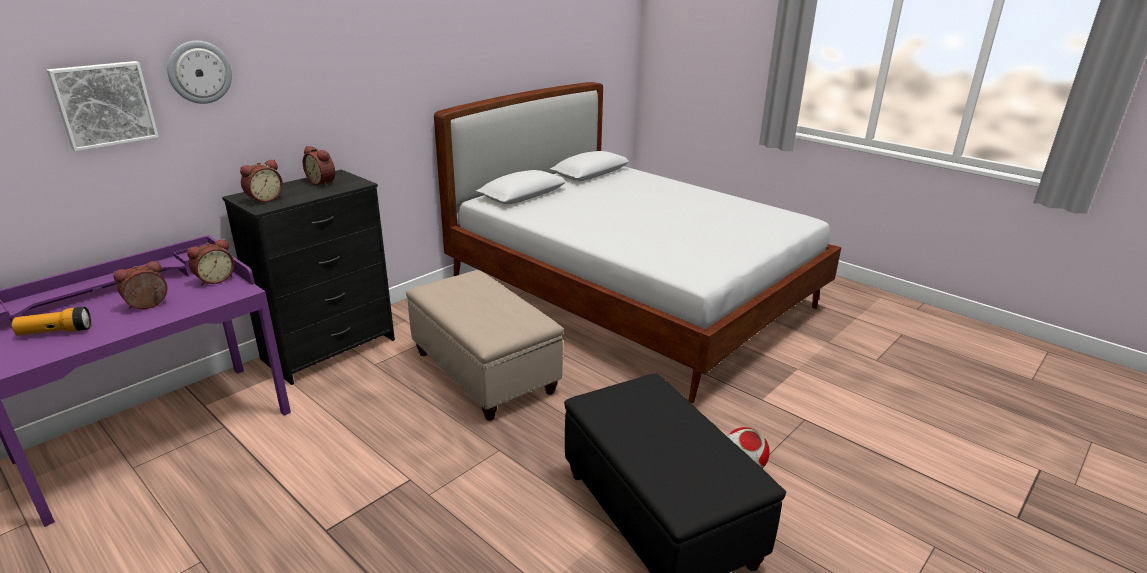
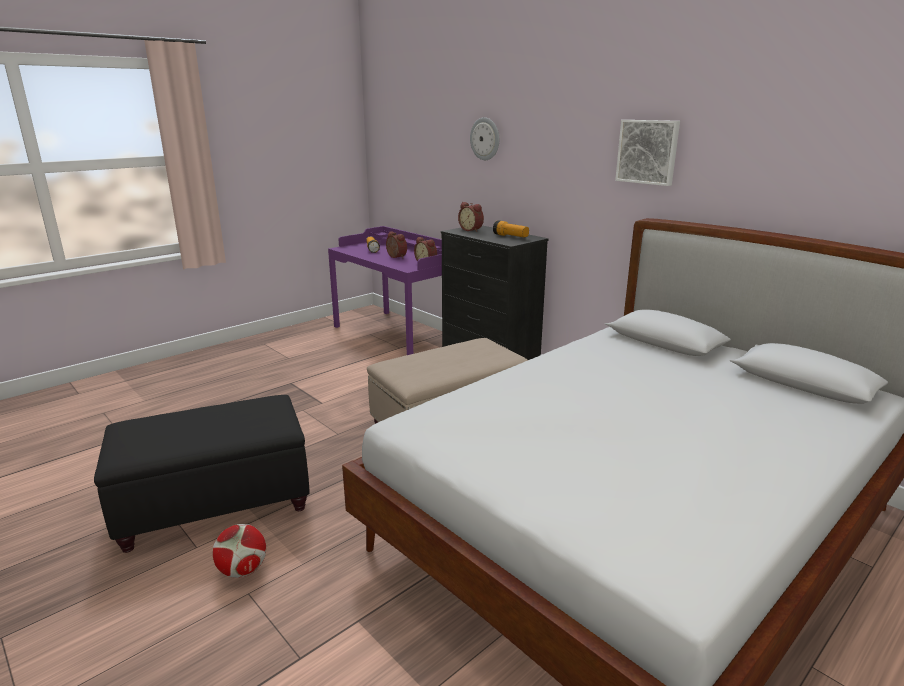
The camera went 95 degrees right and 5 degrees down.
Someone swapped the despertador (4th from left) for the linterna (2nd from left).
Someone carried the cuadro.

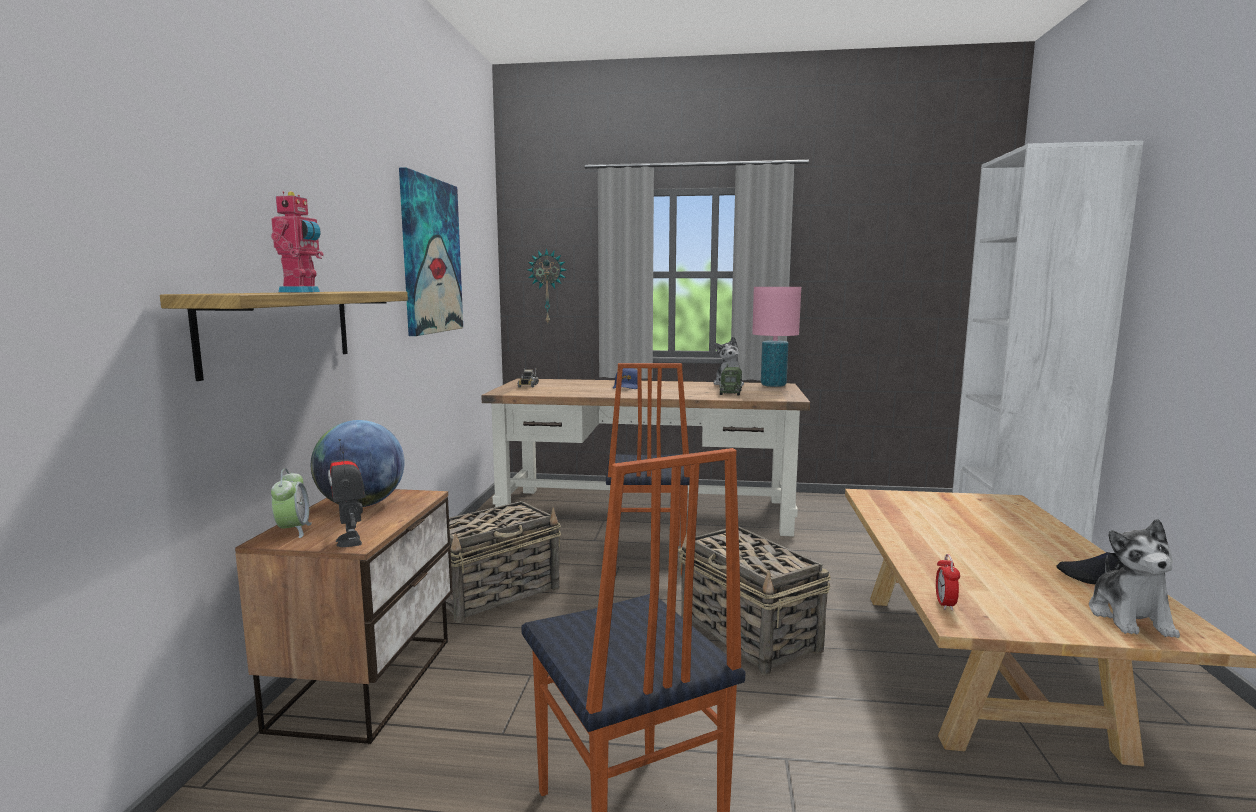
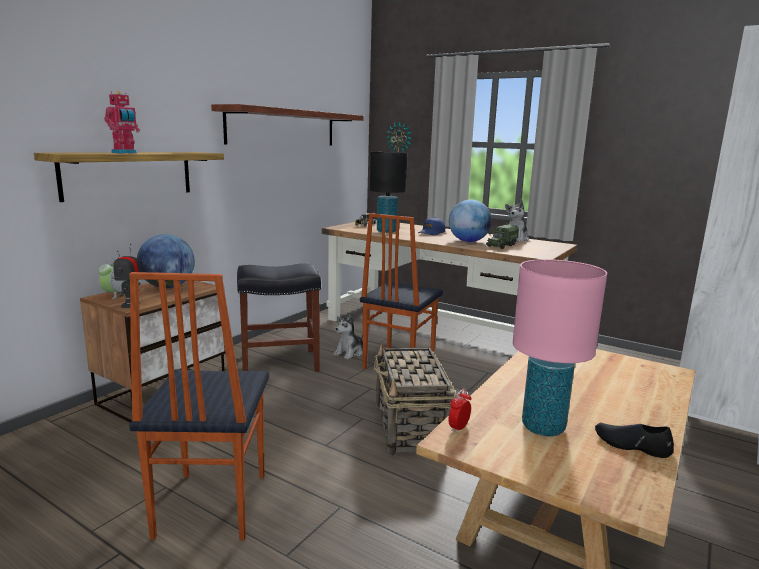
The camera went 25 degrees right and 5 degrees up.
Someone swapped the cuadro for the estante (2nd from left).
Someone swapped the cesta (1st from left) for the taburete [negro].
Someone carried the peluche (2nd from left in the first image).
Someone put down the lámpara de mesa [negro].
Someone put down the globo terráqueo (2nd from left).
Someone carried the lámpara de mesa [rosa].

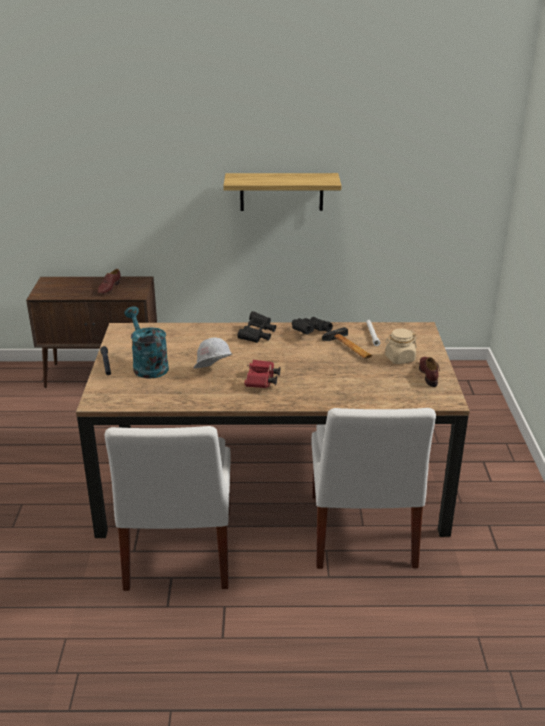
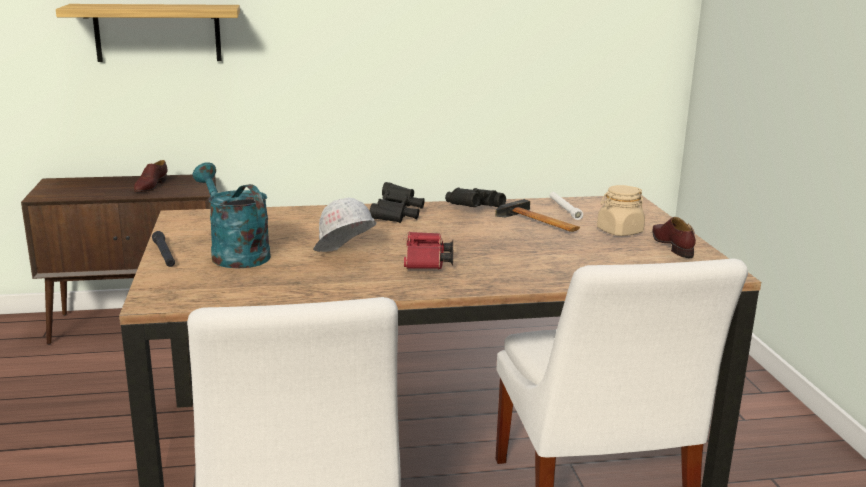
The camera went 10 degrees left and 10 degrees down.
Someone carried the estante.

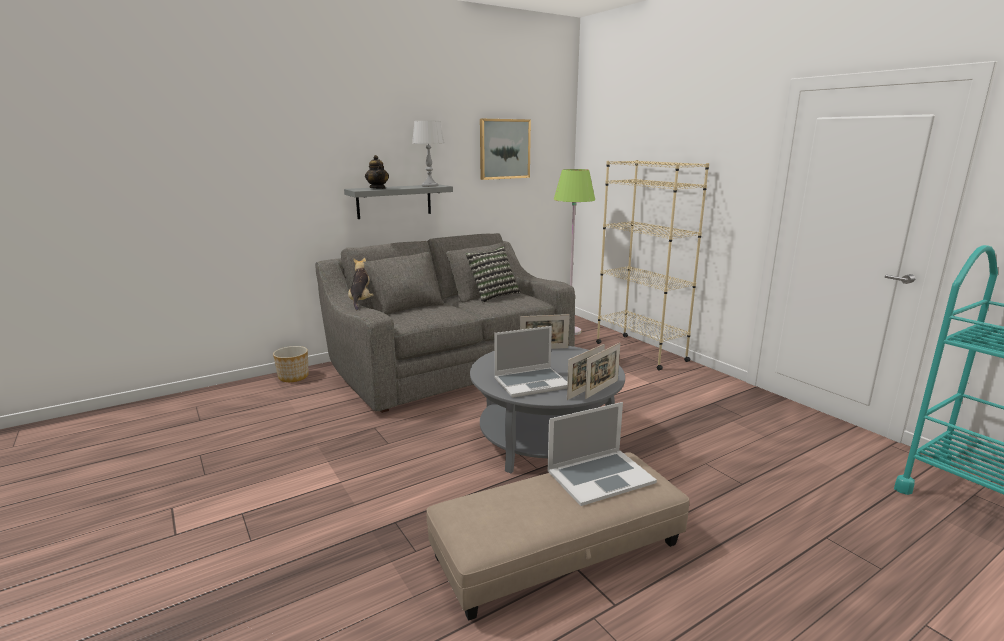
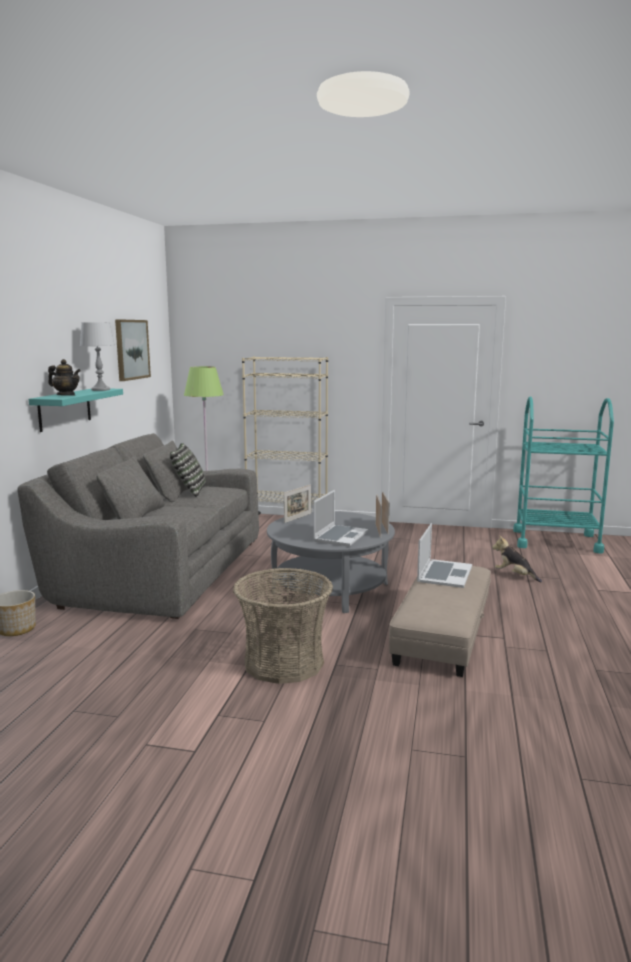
The camera went 45 degrees left and 5 degrees down.
Someone repainted the estante [gris], which became the estante [turquesa].
Someone put down the cesta.
Someone carried the peluche.

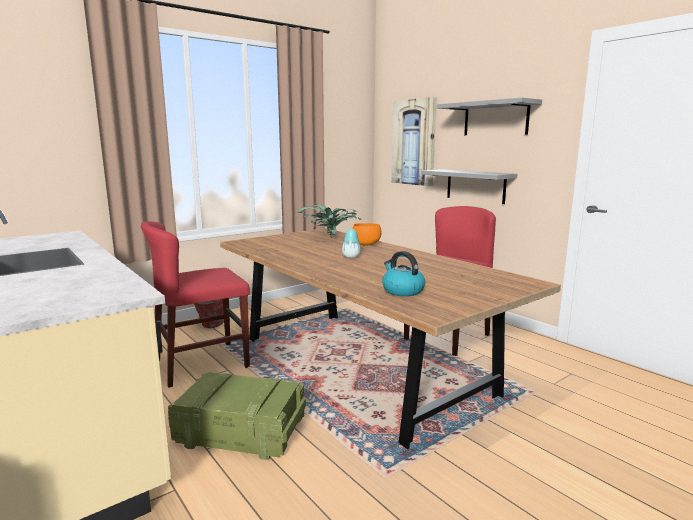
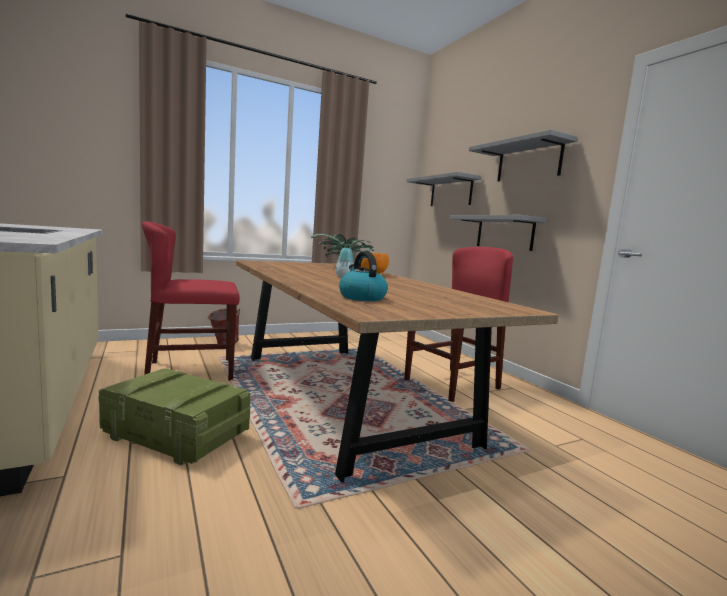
The camera went 10 degrees right and 5 degrees down.
Someone swapped the cuadro for the estante [gris] (1st from left).

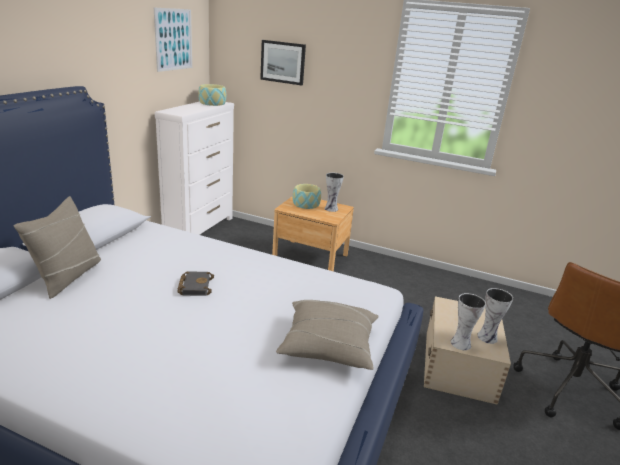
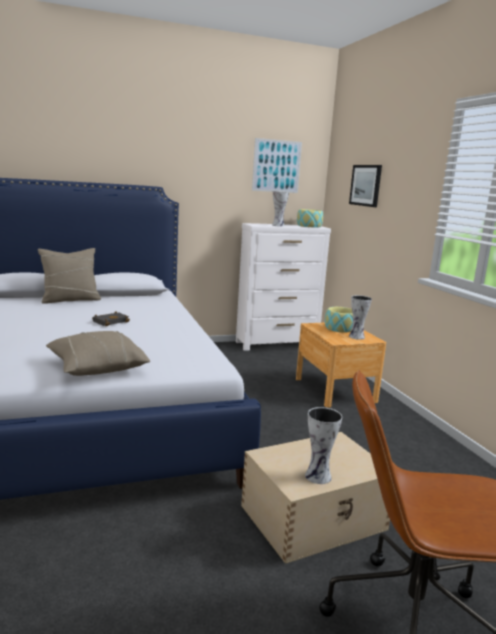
The camera went 50 degrees right and 10 degrees down.
Someone carried the florero (2nd from left in the first image).

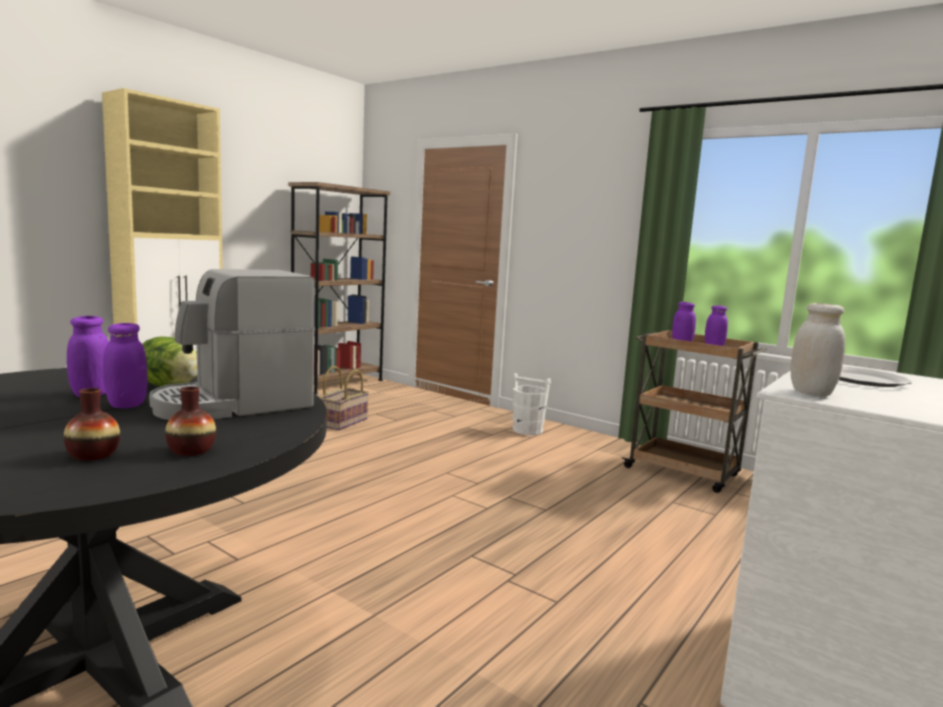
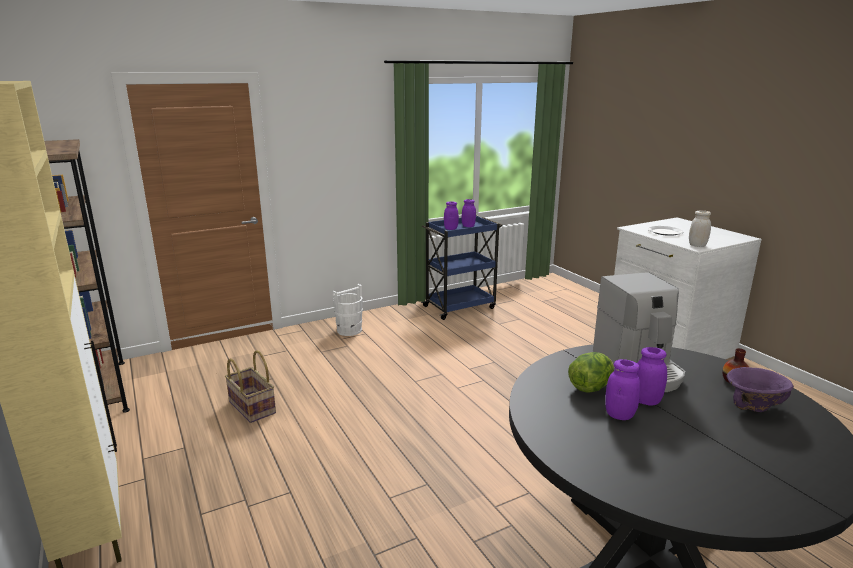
The camera went 65 degrees left and 10 degrees up.
Someone repainted the carrito [marrón], which became the carrito [azul].
Someone swapped the florero (1st from left) for the cuenco [morado].

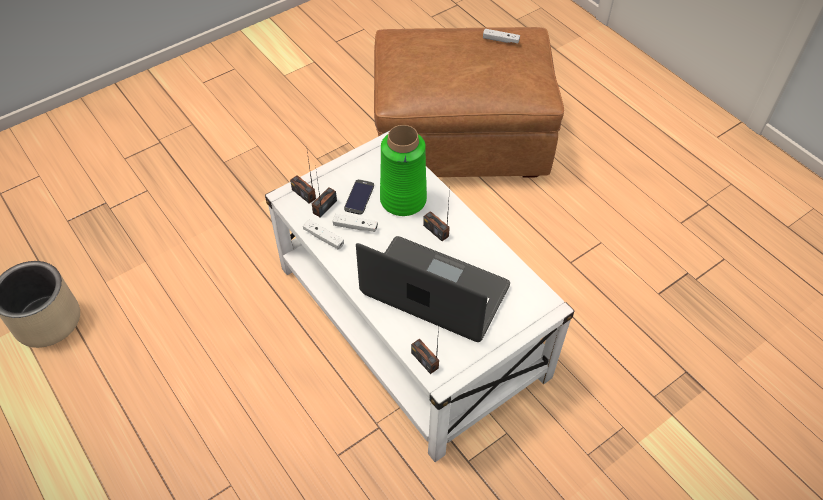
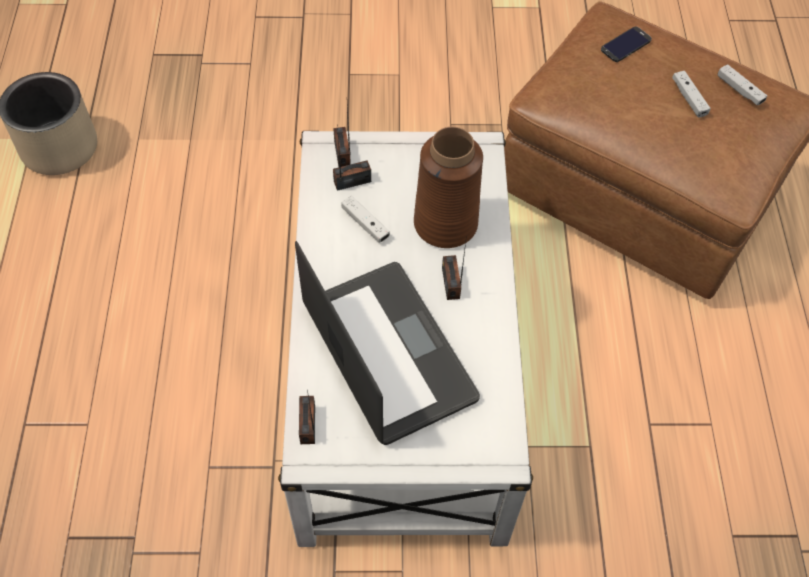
The camera went 35 degrees right and 5 degrees up.
Someone repainted the florero [verde], which became the florero [marrón].
Someone carried the móvil.
Someone carried the mando de consola [blanco] (1st from left in the first image).

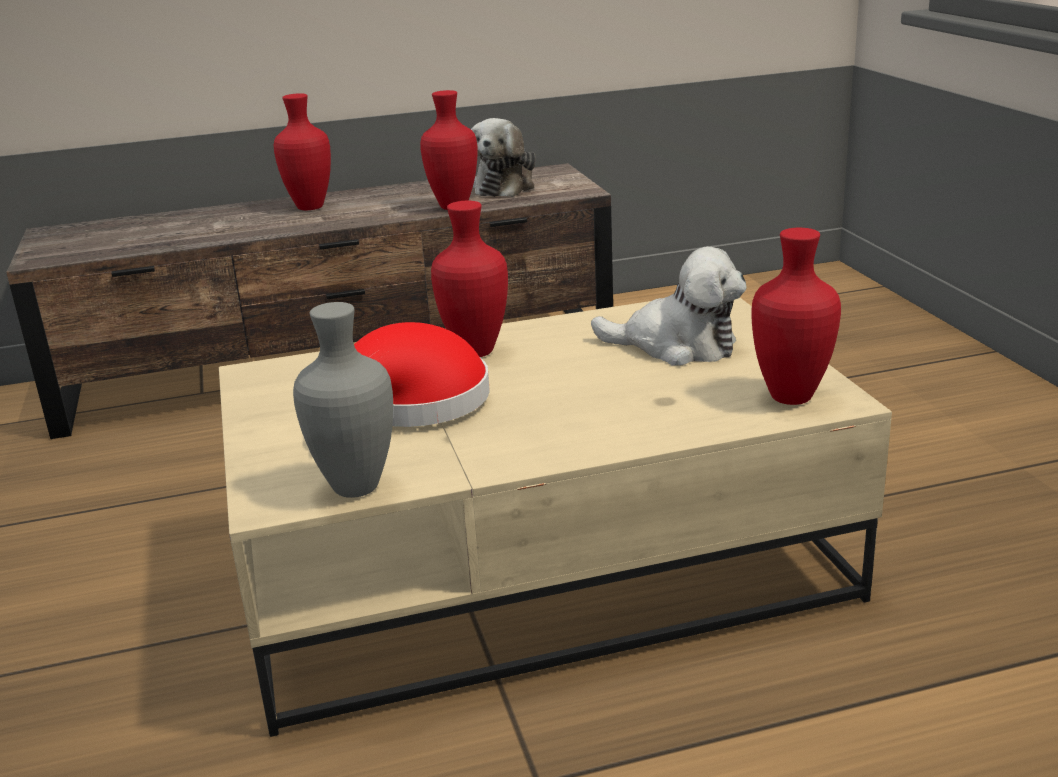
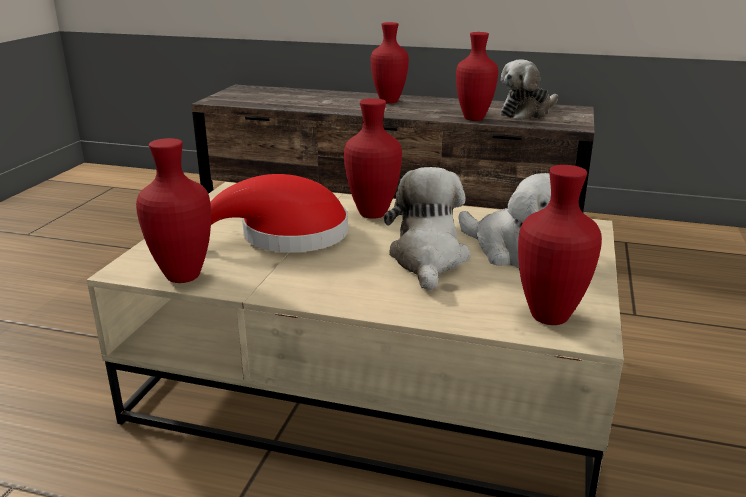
The camera went 30 degrees right and 0 degrees up.
Someone repainted the florero [gris], which became the florero [rojo] (1st from left).
Someone put down the peluche (1st from left).

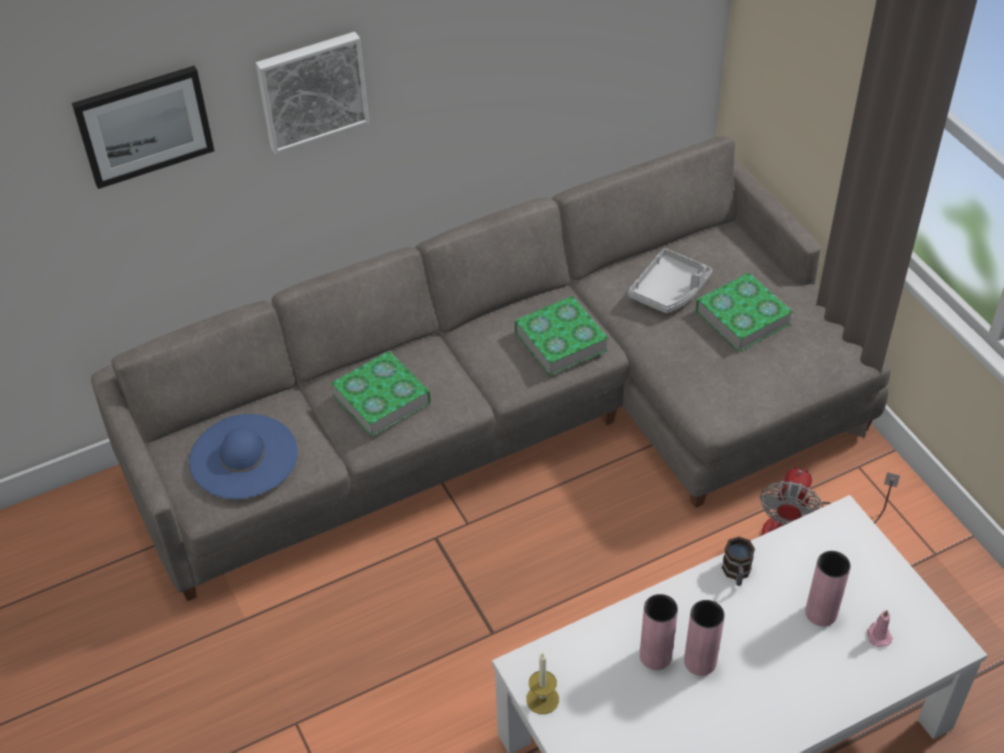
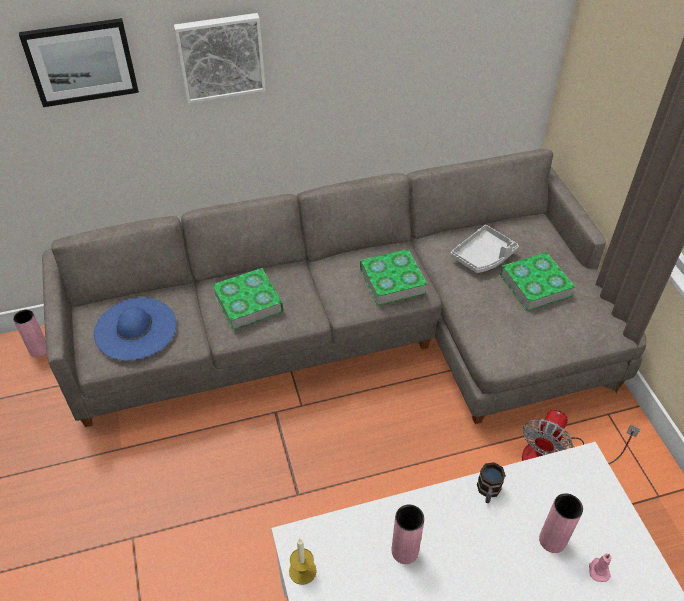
The camera went 10 degrees right and 0 degrees up.
Someone carried the florero [rosa] (2nd from left in the first image).

